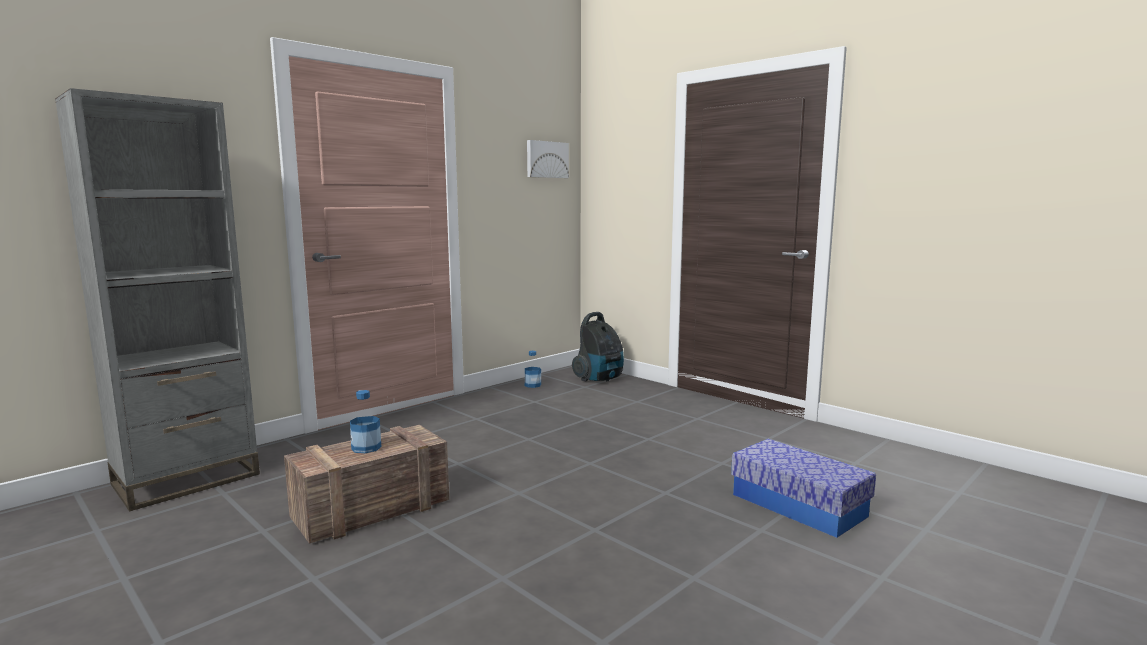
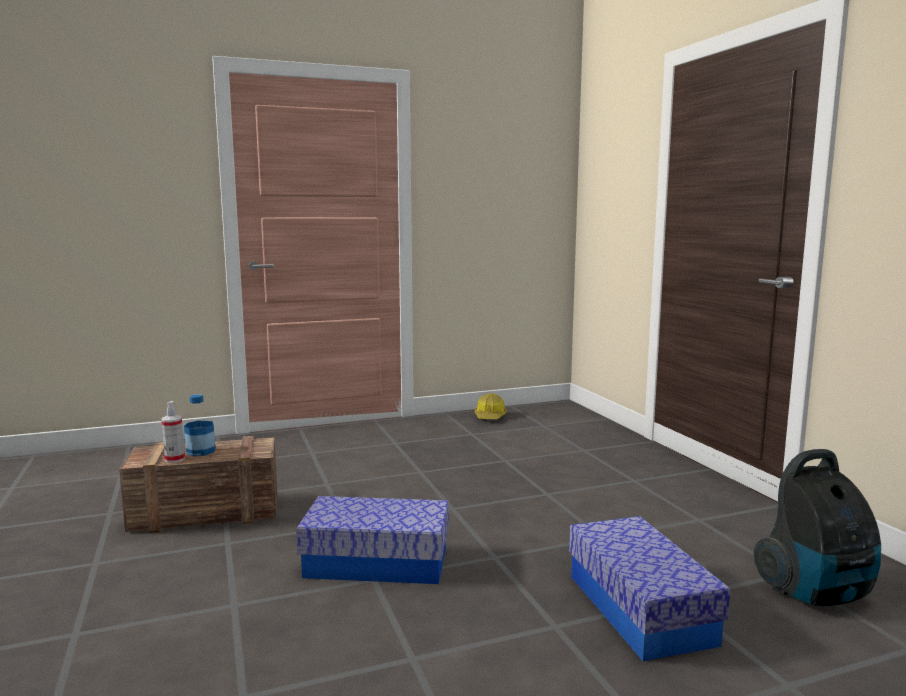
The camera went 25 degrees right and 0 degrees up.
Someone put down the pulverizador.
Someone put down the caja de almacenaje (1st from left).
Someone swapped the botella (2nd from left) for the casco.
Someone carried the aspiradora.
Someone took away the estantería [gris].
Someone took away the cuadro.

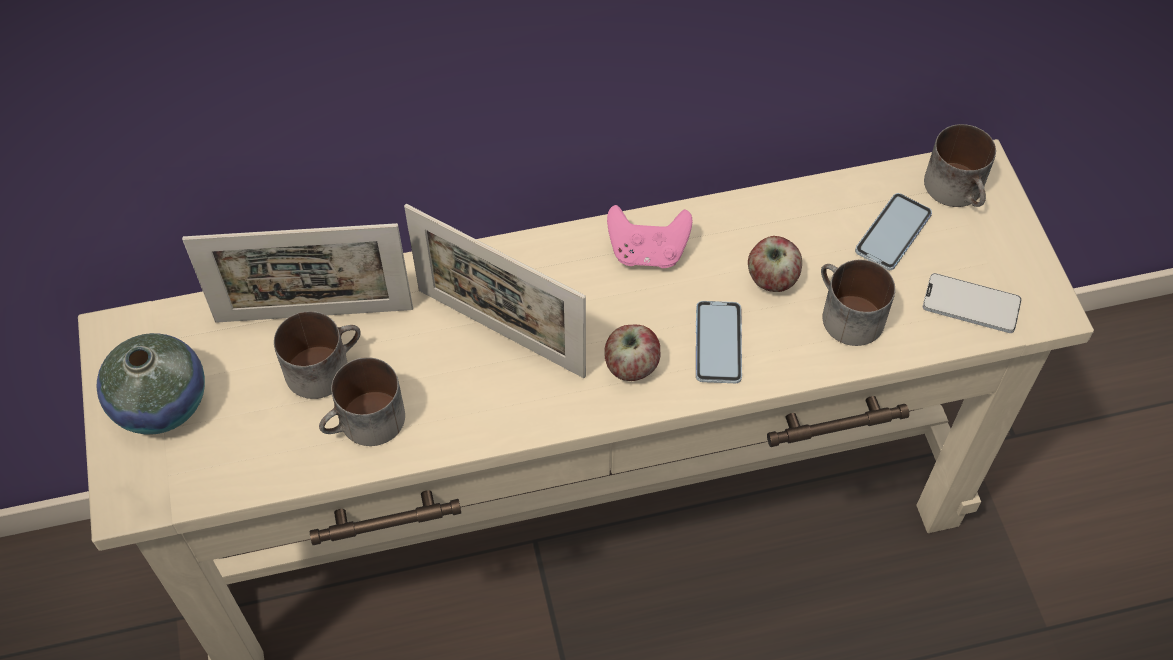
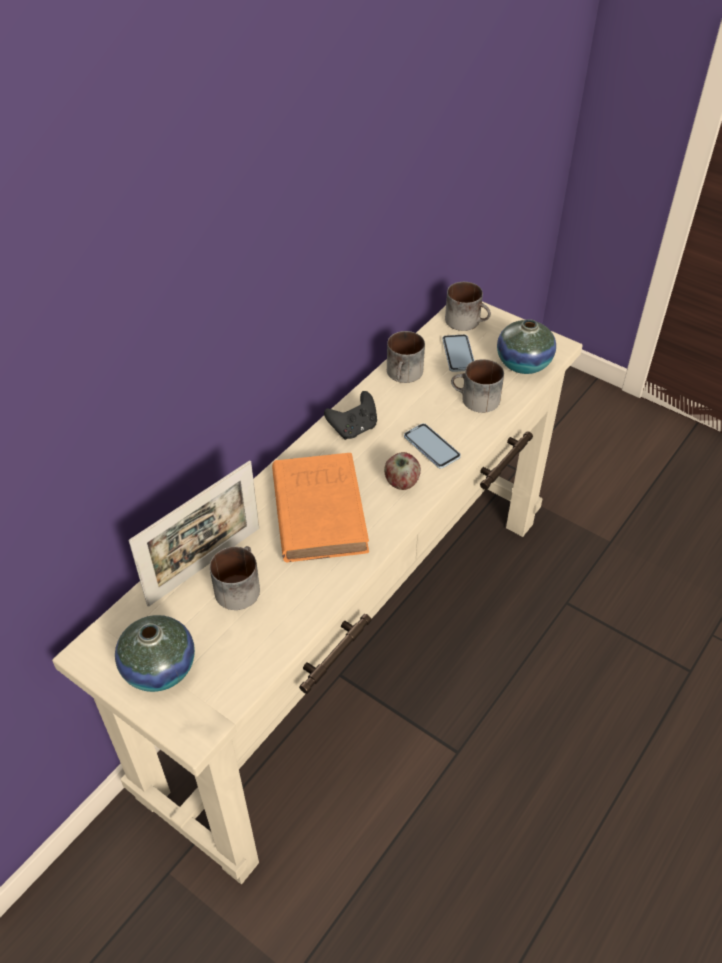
The camera went 40 degrees left and 10 degrees down.
Someone swapped the portarretratos (2nd from left) for the libro [naranja].
Someone repainted the mando de consola [rosa], which became the mando de consola [negro].
Someone carried the taza grande (2nd from left).
Someone swapped the móvil (3rd from left) for the florero (2nd from left).
Someone took away the manzana (2nd from left).

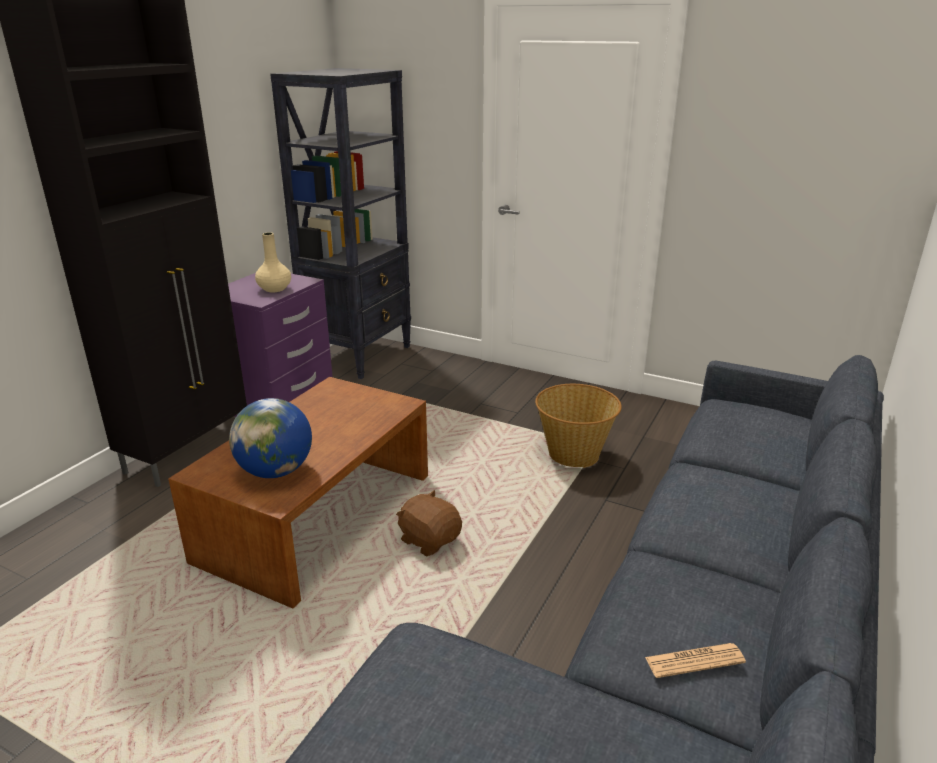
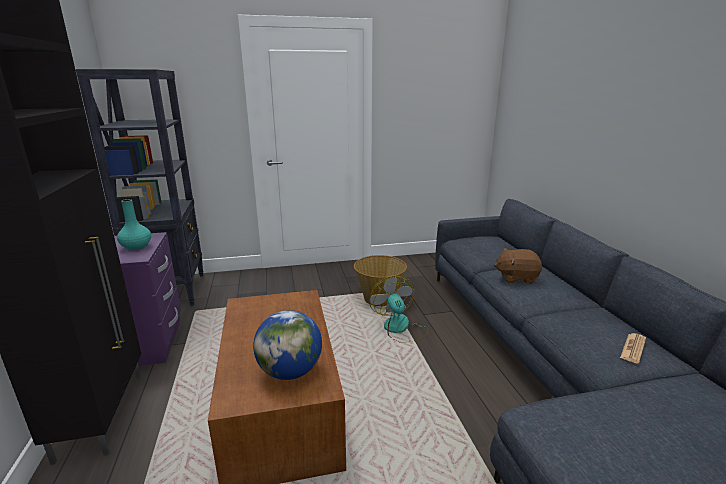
The camera went 40 degrees left and 5 degrees down.
Someone repainted the florero [beis], which became the florero [turquesa].
Someone put down the ventilador.
Someone carried the peluche [marrón].

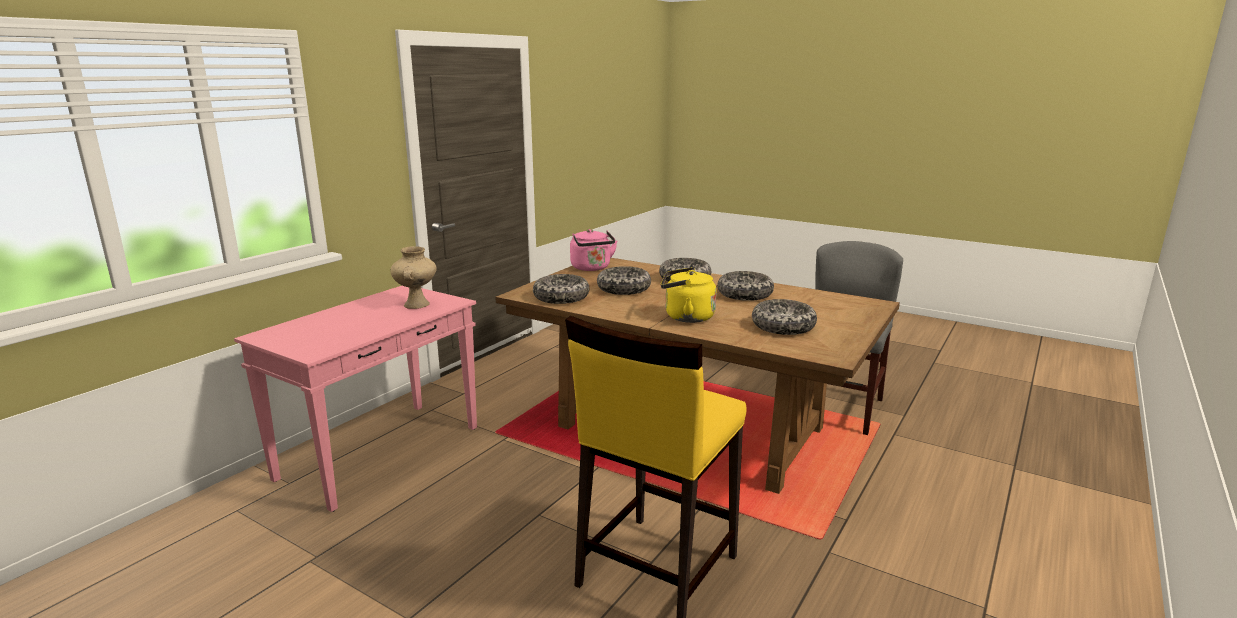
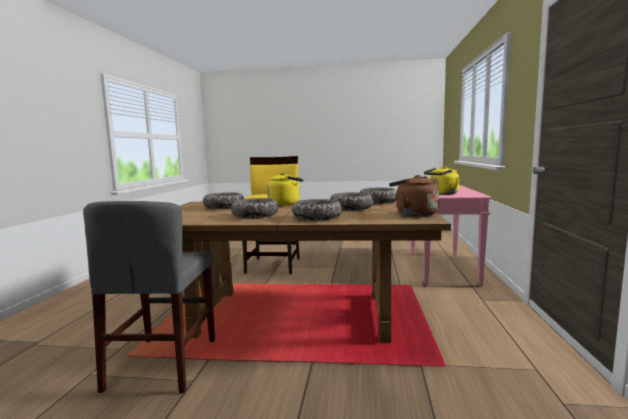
The camera went 155 degrees right and 10 degrees down.
Someone repainted the hervidor [rosa], which became the hervidor [marrón].
Someone swapped the florero [beis] for the hervidor [amarillo] (2nd from left).

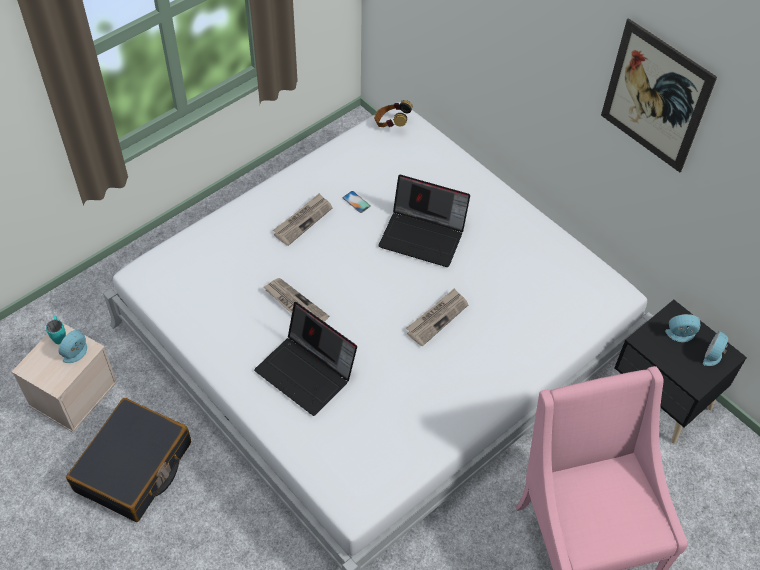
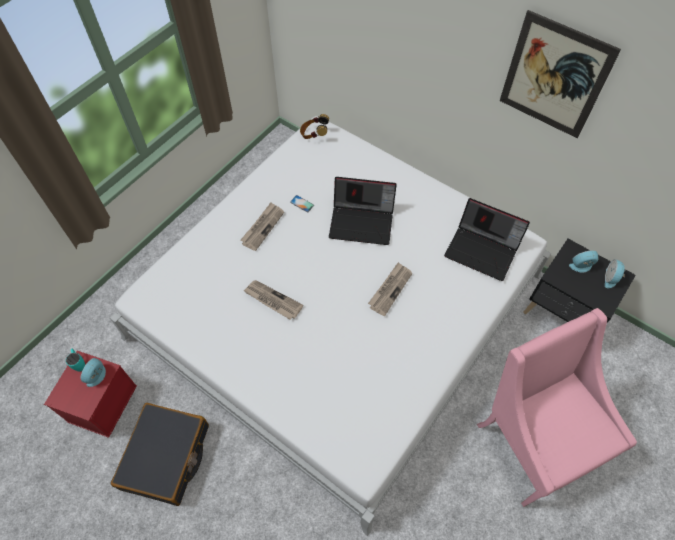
The camera went 10 degrees left and 5 degrees up.
Someone repainted the caja de almacenaje [beis], which became the caja de almacenaje [rojo].
Someone carried the portátil (1st from left in the first image).

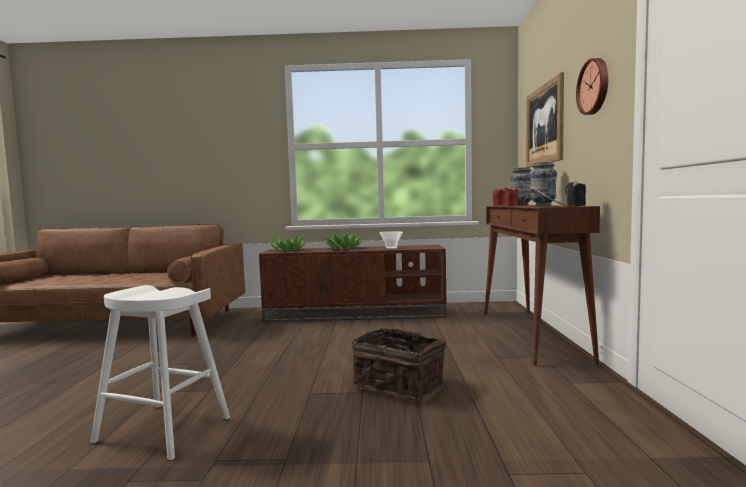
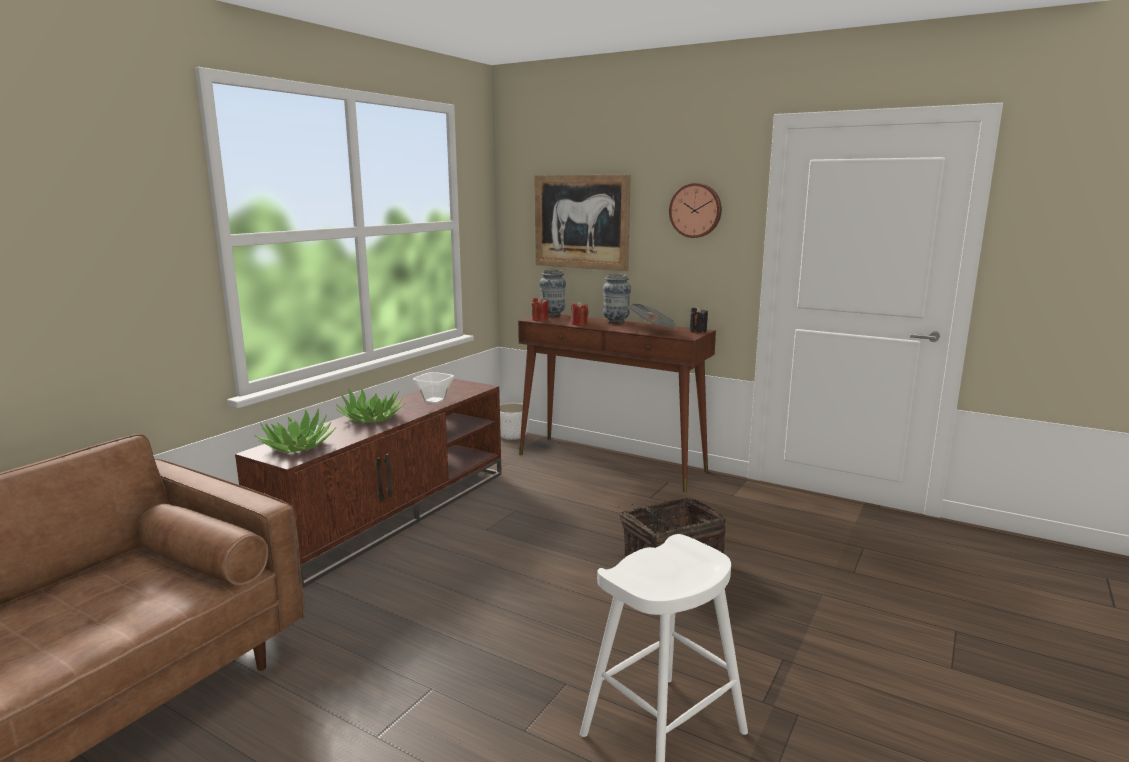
The camera went 60 degrees left and 10 degrees up.
Someone put down the maceta [blanco].

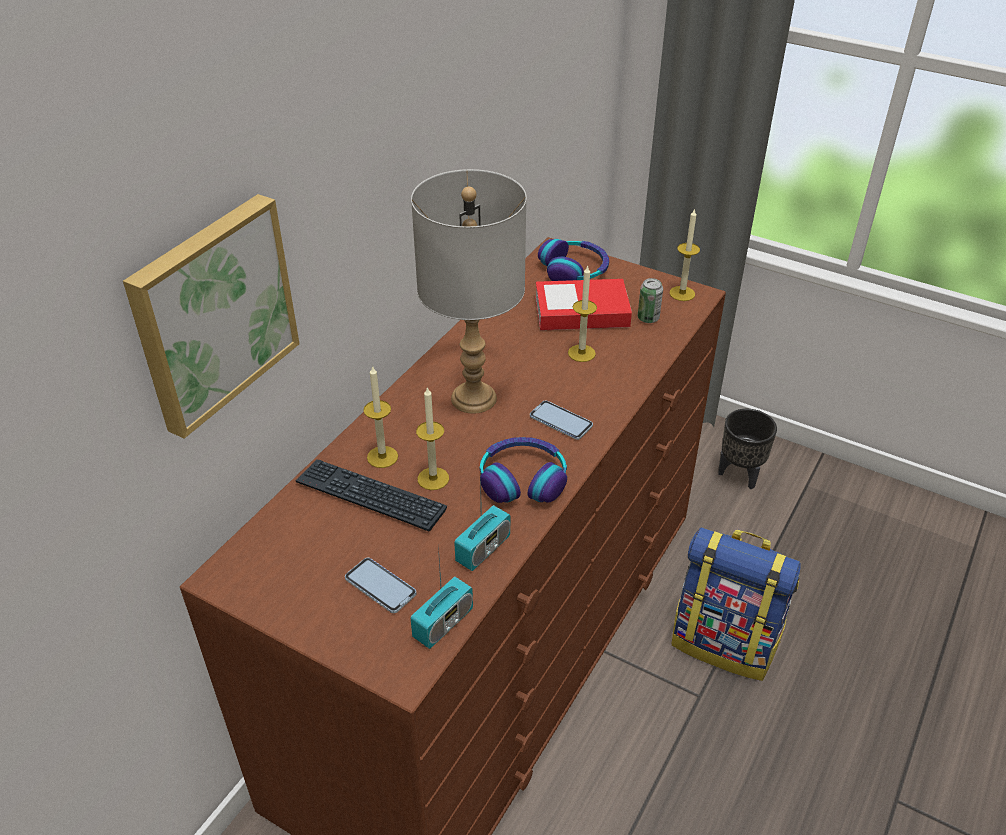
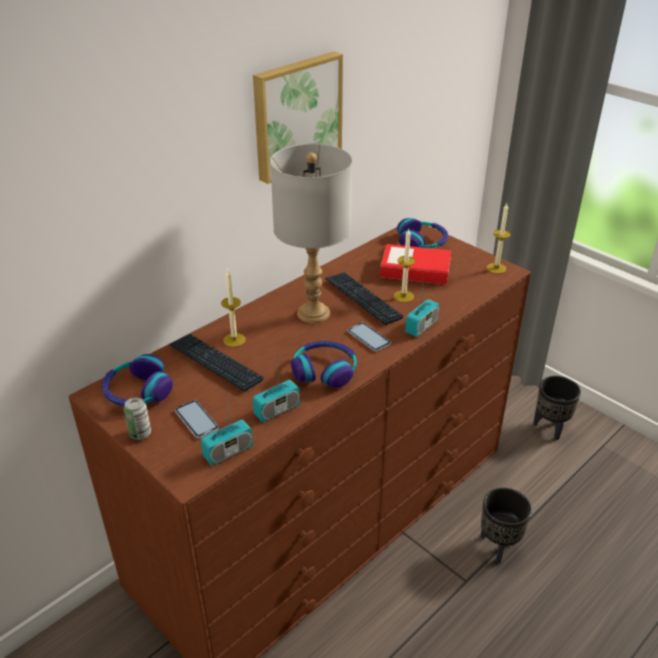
The camera went 15 degrees right and 5 degrees down.
Someone put down the auriculares (1st from left).
Someone carried the lata.
Someone carried the cuadro.
Someone put down the teclado (2nd from left).
Someone put down the radio (3rd from left).
Someone swapped the mochila for the maceta [negro] (1st from left).
Someone took away the vela (2nd from left).

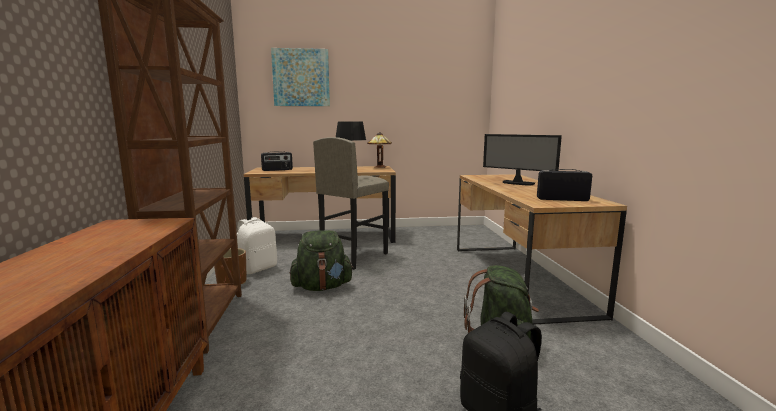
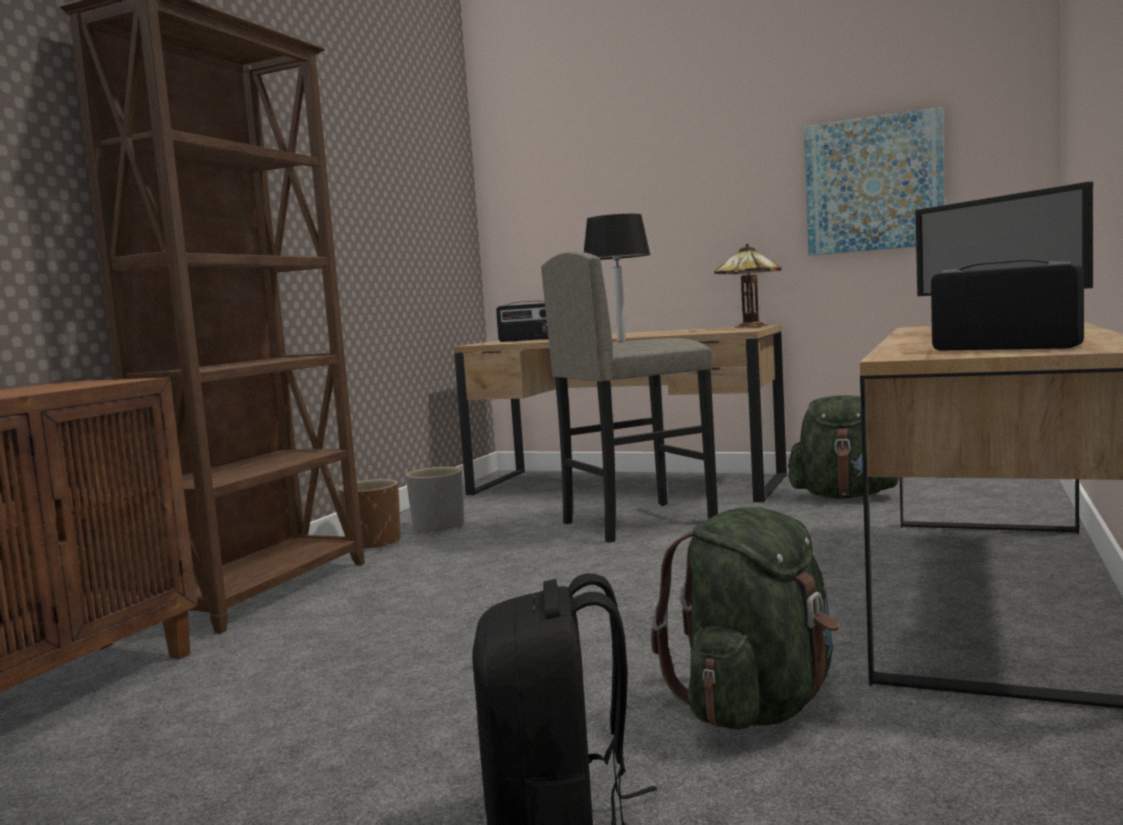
The camera went 30 degrees right and 5 degrees down.
Someone swapped the mochila [blanco] for the maceta [gris].
Someone carried the mochila [verde] (1st from left in the first image).
Someone carried the cuadro.

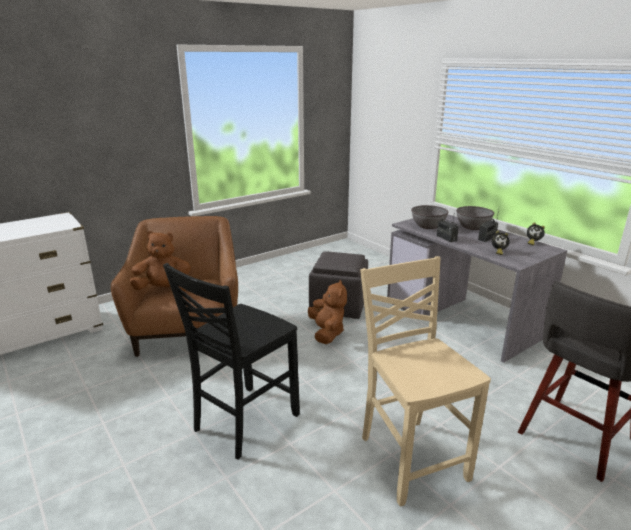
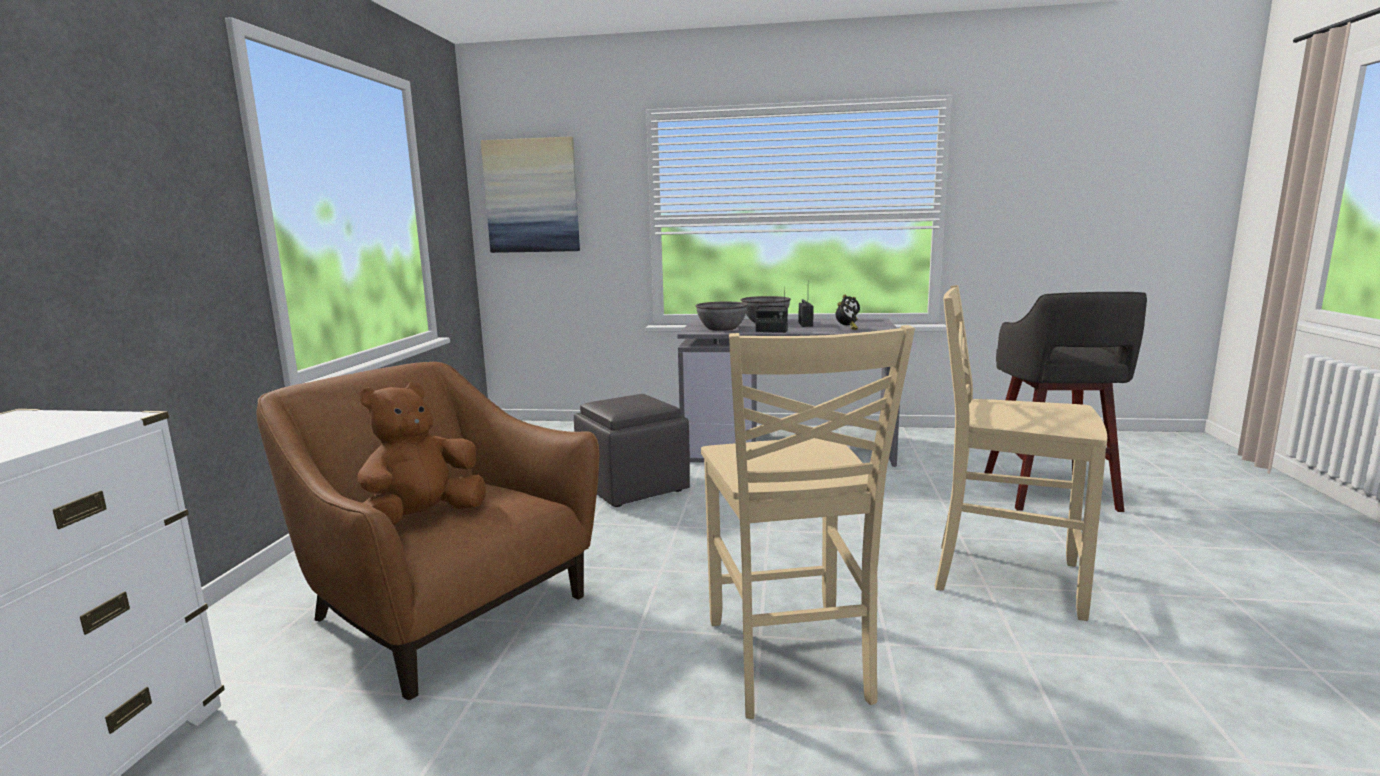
The camera went 45 degrees left and 10 degrees down.
Someone put up the cuadro.
Someone repainted the silla [negro], which became the silla [beis] (1st from left).
Someone took away the peluche [marrón] (2nd from left).

